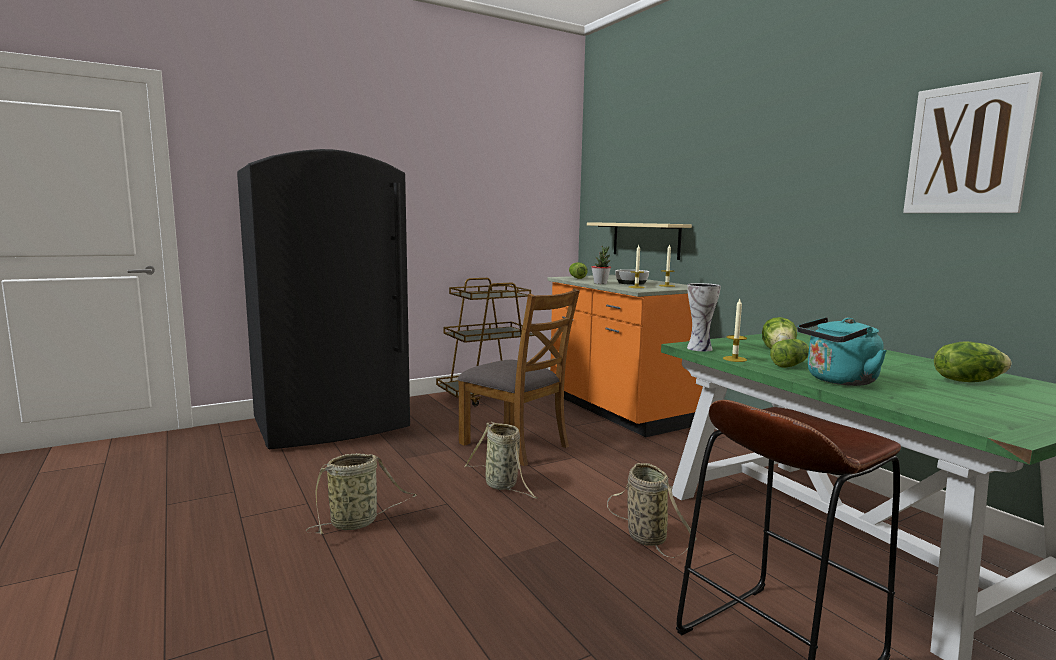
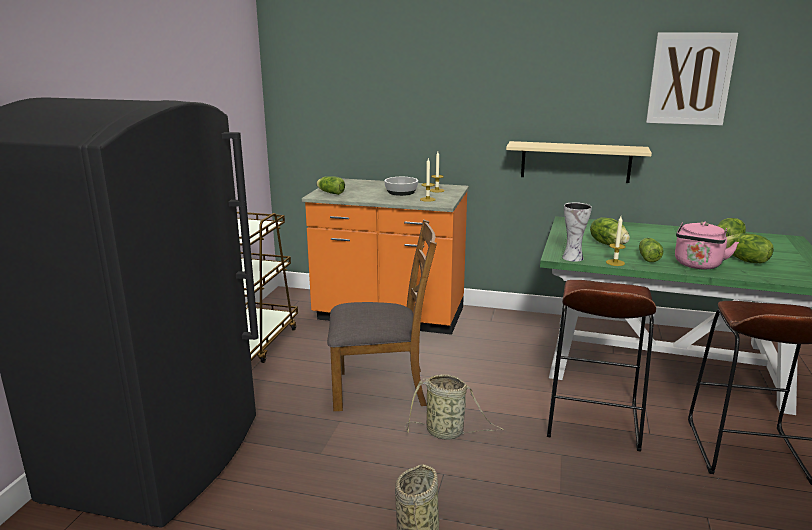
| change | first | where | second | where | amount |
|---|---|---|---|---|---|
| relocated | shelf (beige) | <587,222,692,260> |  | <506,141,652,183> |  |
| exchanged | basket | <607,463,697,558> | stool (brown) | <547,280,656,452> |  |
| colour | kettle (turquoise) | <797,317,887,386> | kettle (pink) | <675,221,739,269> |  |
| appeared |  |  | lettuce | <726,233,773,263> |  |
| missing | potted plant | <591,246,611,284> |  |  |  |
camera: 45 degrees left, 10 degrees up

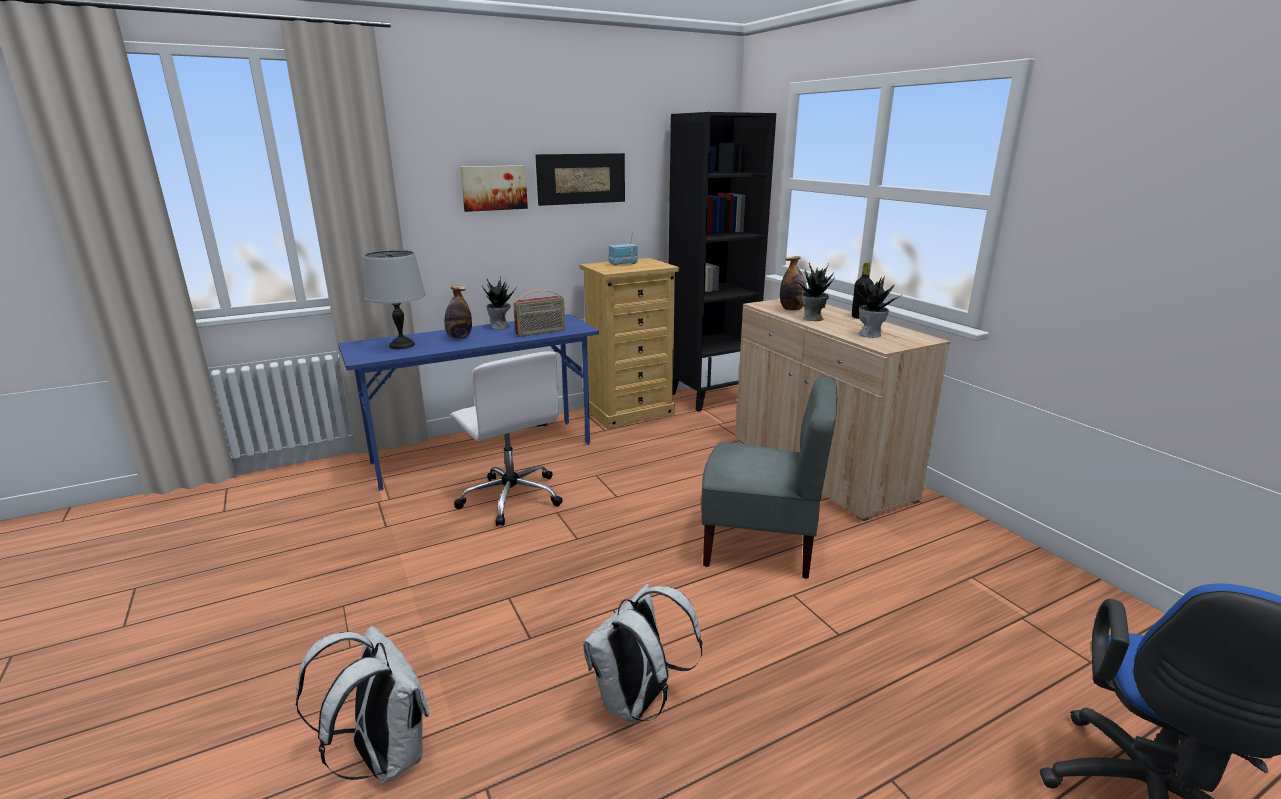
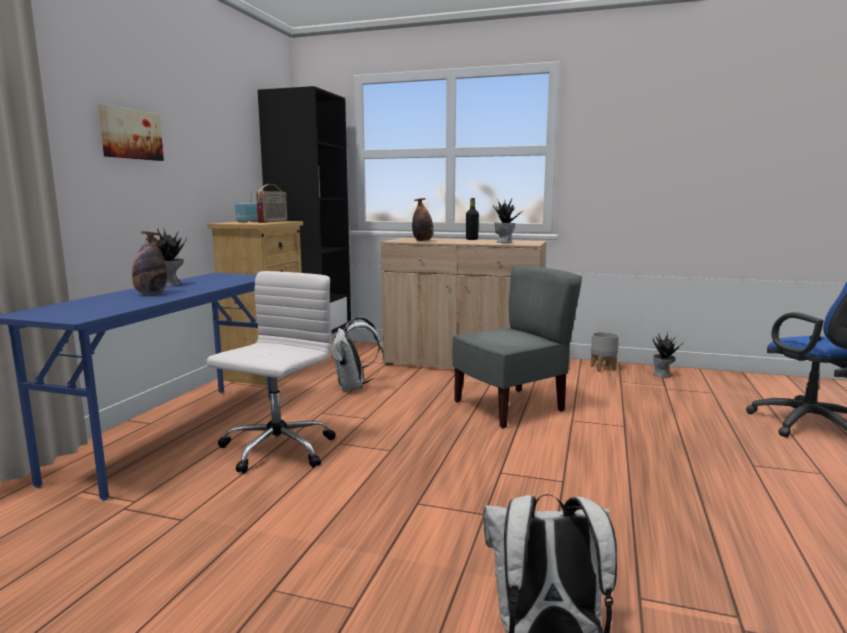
| change | first | where | second | where | amount |
|---|---|---|---|---|---|
| spun | office chair (white) | <451,351,563,526> |  | <206,271,336,473> | 75 degrees counterclockwise |
| relocated | radio | <513,290,565,337> |  | <256,184,287,223> |  |
| relocated | backpack (white) | <583,584,702,722> |  | <331,317,384,391> |  |
| appeared |  |  | planter (grey) | <591,332,619,372> |  |
| relocated | potted plant | <794,263,835,321> |  | <653,332,683,378> |  |
| missing | table lamp (grey) | <364,250,426,349> |  |  |  |
| missing | picture | <535,153,625,206> |  |  |  |
camera: 45 degrees left, 10 degrees down

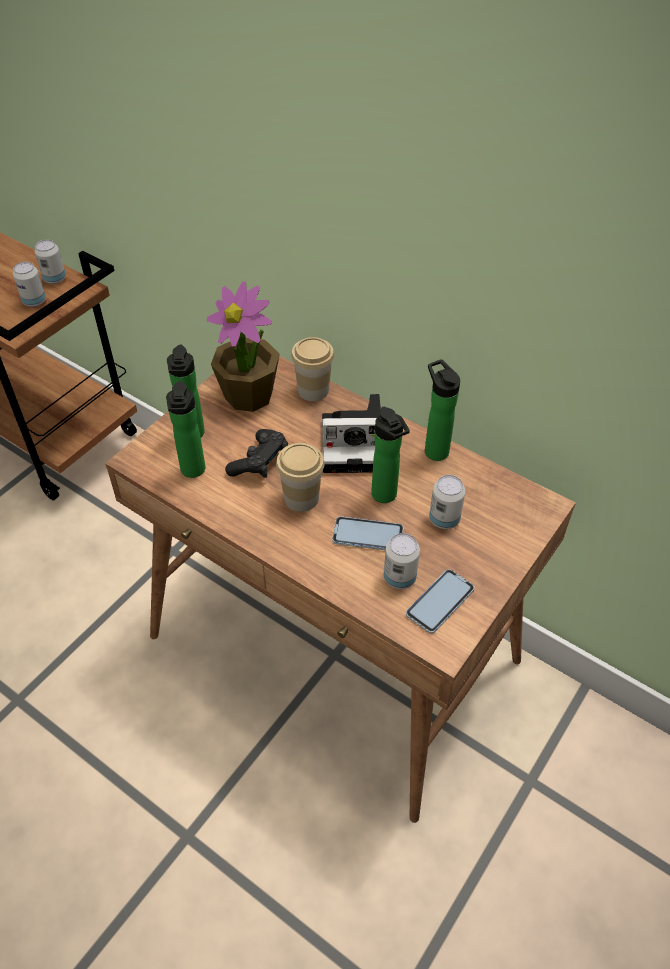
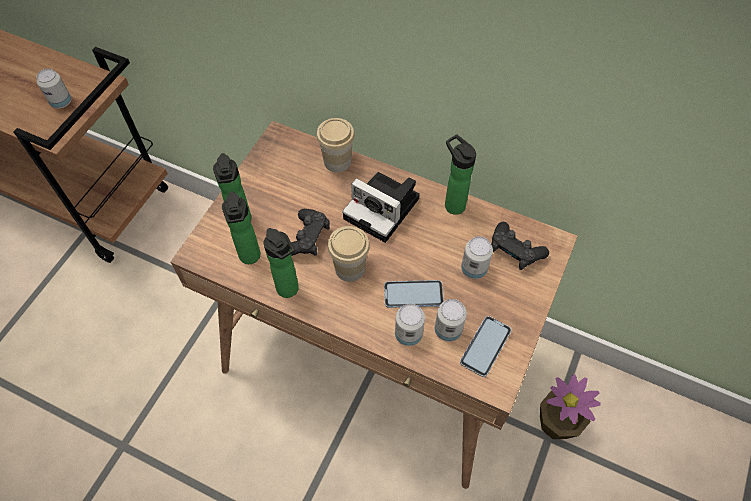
| change | first | where | second | where | amount |
|---|---|---|---|---|---|
| relocated | bottle | <371,407,410,503> |  | <264,228,299,298> |  |
| spun | photo camera | <322,394,381,473> |  | <342,172,420,243> | 45 degrees clockwise |
| relocated | can | <35,240,66,284> |  | <395,303,425,346> |  |
| appeared |  |  | game controller (black) | <491,222,549,270> |  |
| relocated | potted plant | <207,282,280,412> |  | <540,375,601,439> |  |
camera: 10 degrees left, 10 degrees up

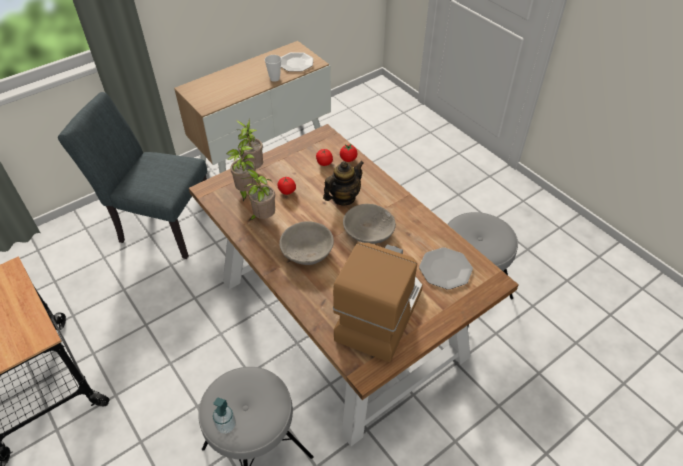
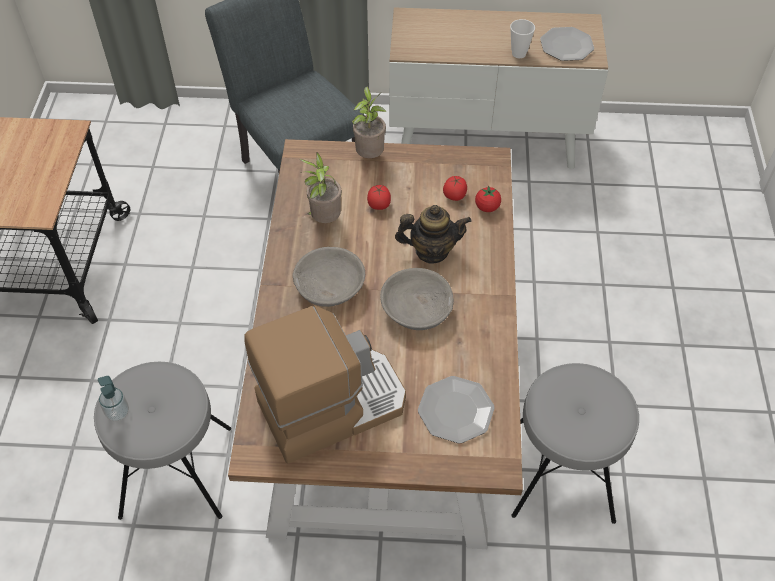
| change | first | where | second | where | amount |
|---|---|---|---|---|---|
| missing | potted plant | <226,146,256,201> |  |  |  |
camera: 40 degrees right, 5 degrees up

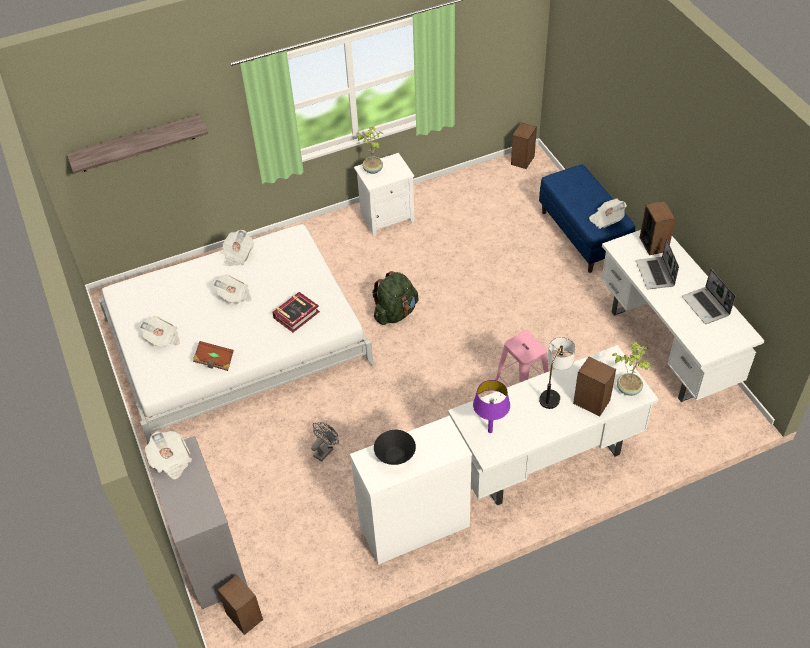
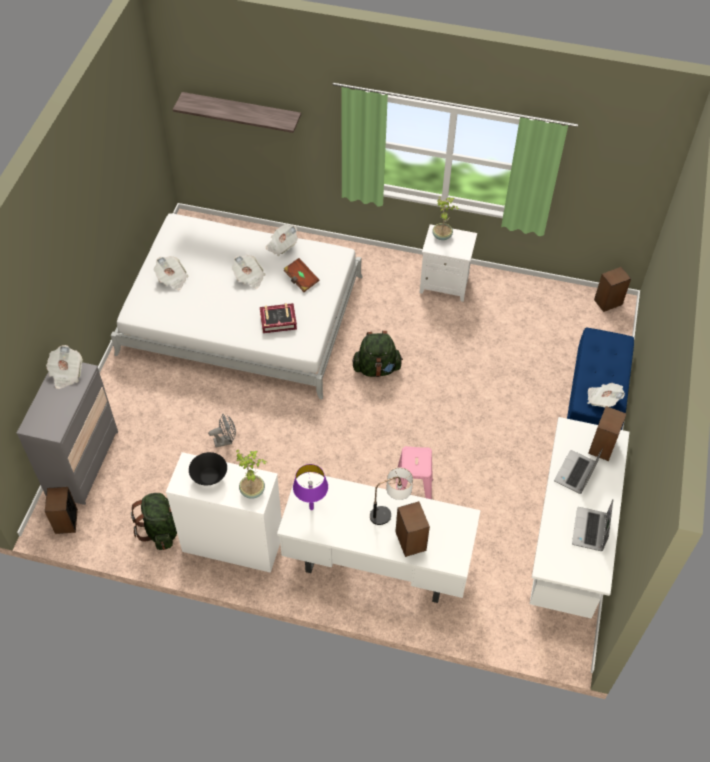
| change | first | where | second | where | amount |
|---|---|---|---|---|---|
| appeared |  |  | backpack (green) | <131,493,177,550> |  |
| relocated | potted plant | <612,342,652,396> |  | <236,450,267,499> |  |
| relocated | book (brown) | <193,341,234,371> |  | <283,258,319,292> |  |
camera: 35 degrees right, 5 degrees up

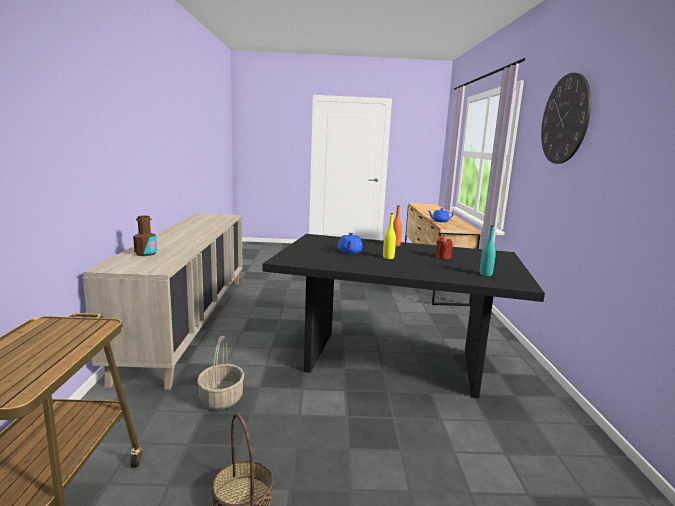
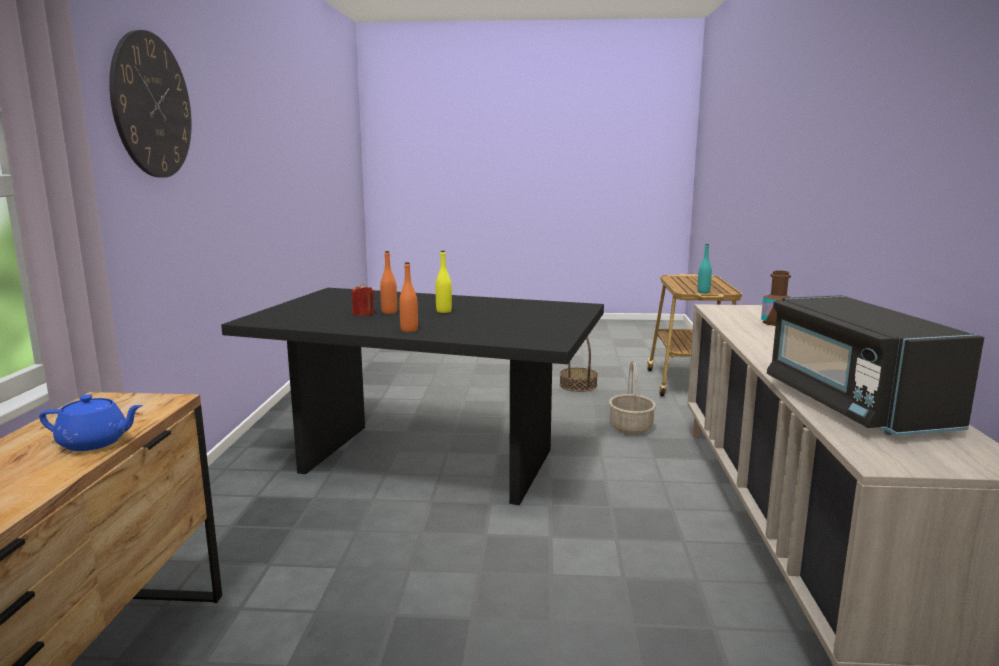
| change | first | where | second | where | amount |
|---|---|---|---|---|---|
| appeared |  |  | bottle (orange) | <380,251,397,314> |  |
| relocated | bottle (turquoise) | <480,225,496,276> |  | <698,244,712,293> |  |
| appeared |  |  | microwave (black) | <767,295,984,436> |  |
| missing | teapot (blue) | <338,233,363,254> |  |  |  |
camera: 175 degrees left, 0 degrees up

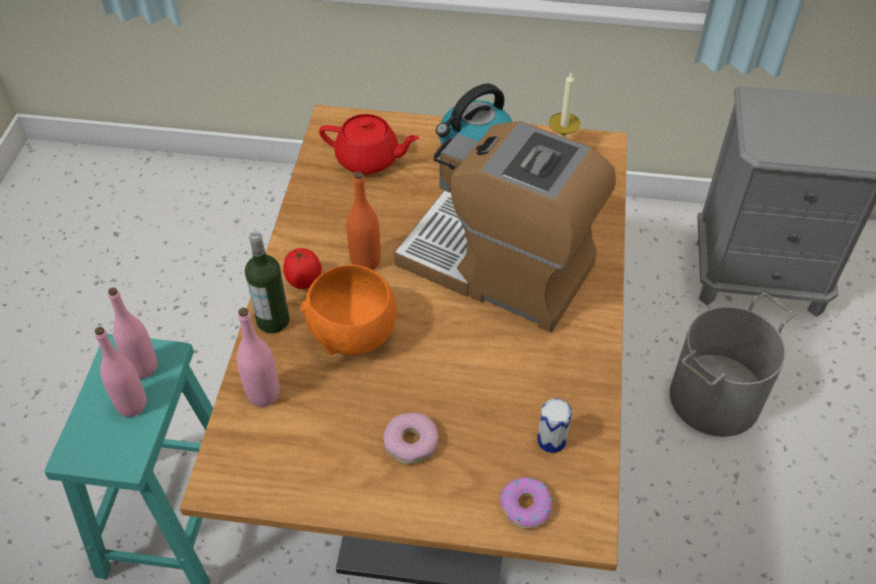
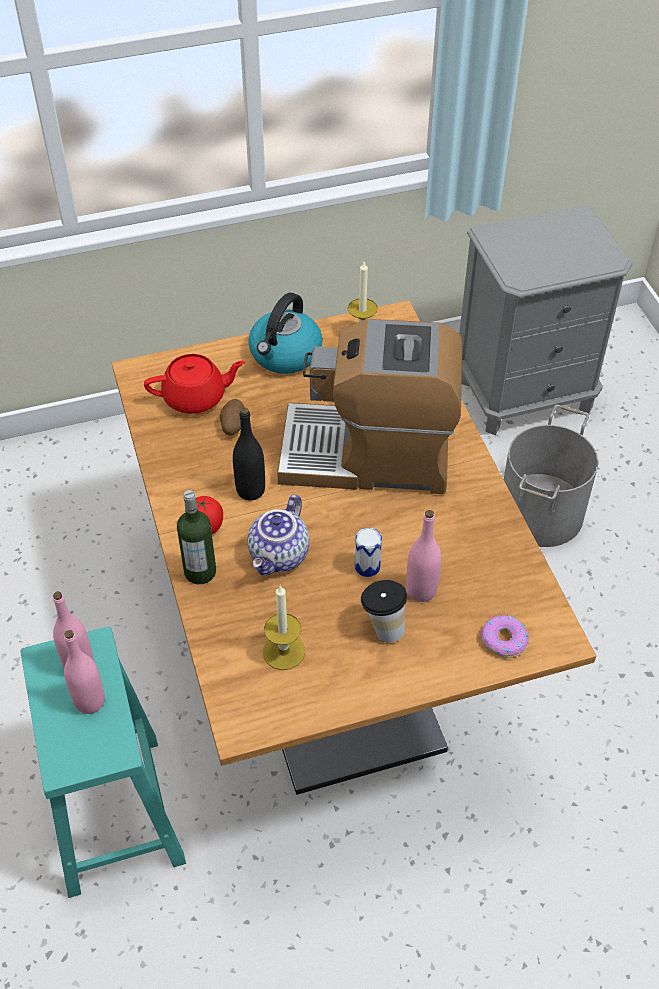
| change | first | where | second | where | amount |
|---|---|---|---|---|---|
| appeared |  |  | potato | <220,399,245,435> |  |
| colour | bottle (orange) | <347,172,381,270> | bottle (black) | <233,408,265,500> |  |
| exchanged | bowl (orange) | <300,265,397,355> | teapot | <248,494,310,575> |  |
| appeared |  |  | candle | <263,585,305,670> |  |
| relocated | can | <537,398,572,453> |  | <355,527,382,577> |  |
| exchanged | donut | <383,412,438,464> | cup | <361,580,407,642> |  |
| relocated | bottle (pink) | <237,308,280,407> |  | <406,510,442,602> |  |
camera: 25 degrees left, 0 degrees up

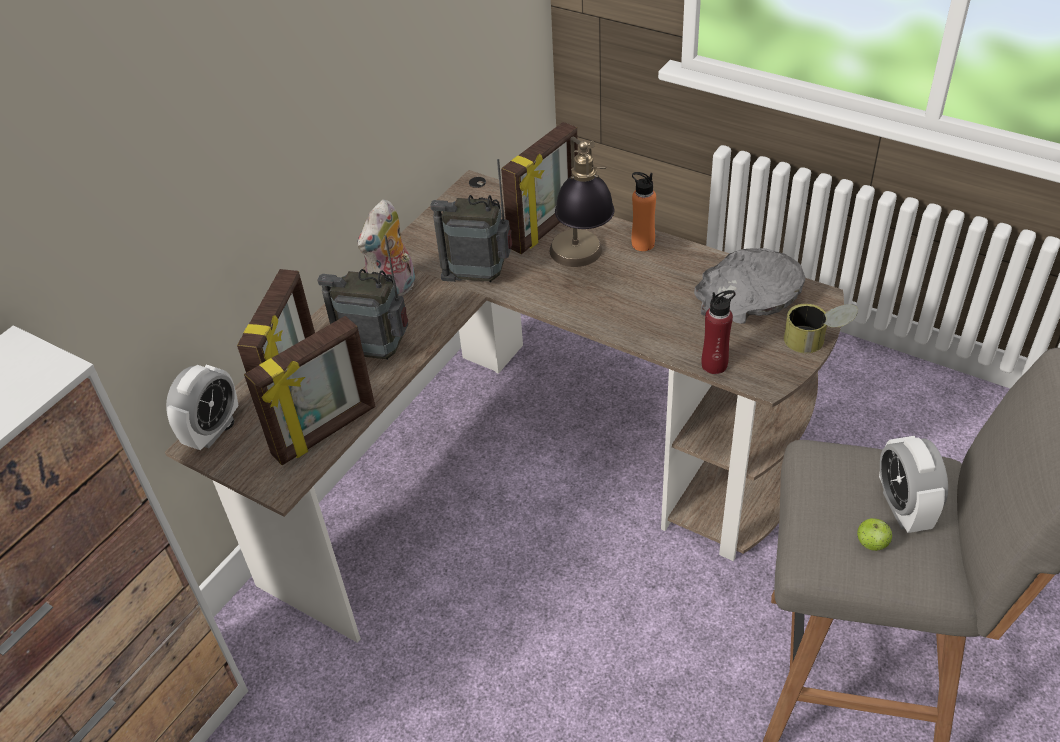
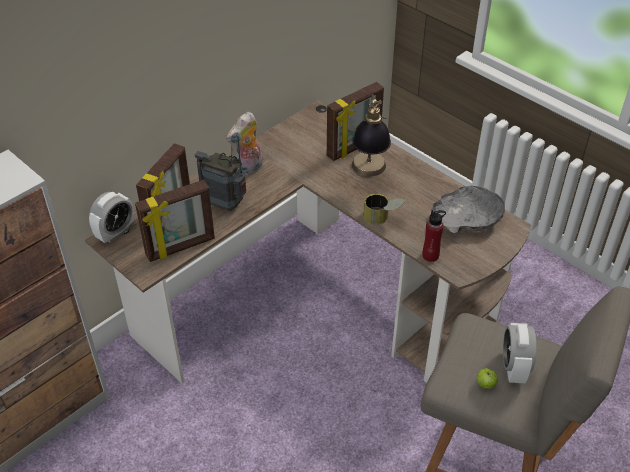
| change | first | where | second | where | amount |
|---|---|---|---|---|---|
| relocated | can | <784,304,858,353> |  | <363,193,405,224> |  |
| missing | radio | <430,159,512,282> |  |  |  |
| missing | bottle (orange) | <632,172,656,251> |  |  |  |
camera: 10 degrees right, 0 degrees up

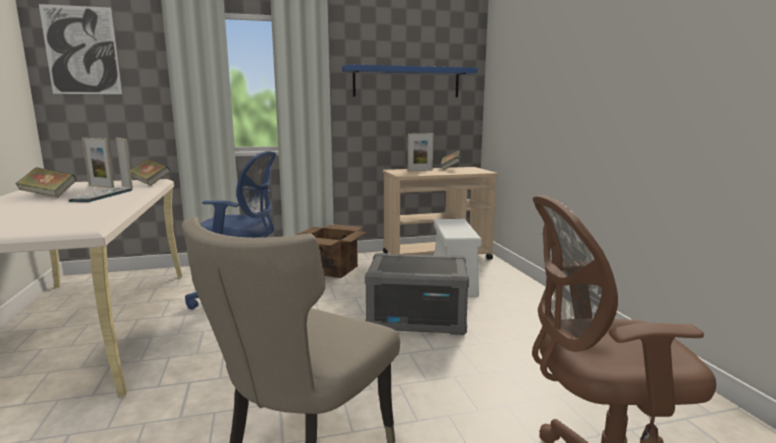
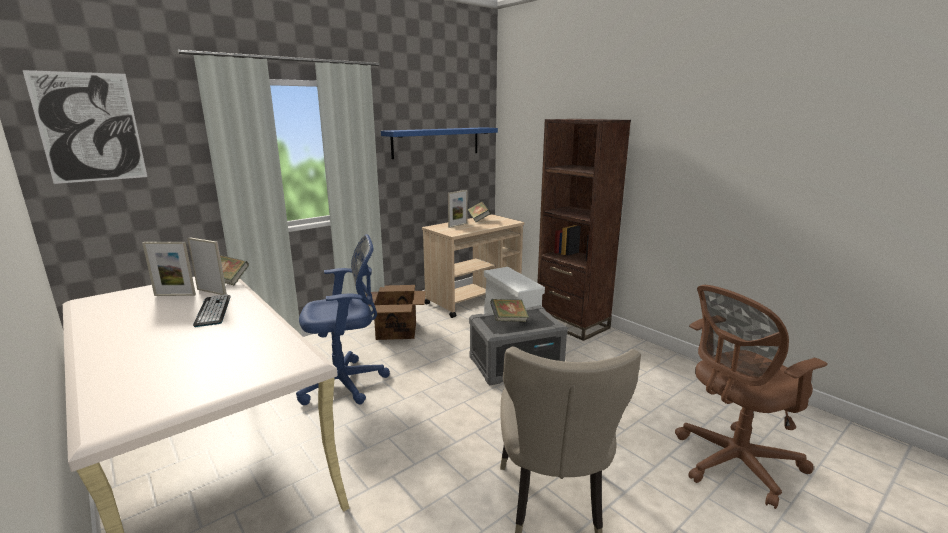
| change | first | where | second | where | amount |
|---|---|---|---|---|---|
| relocated | book | <16,167,77,198> |  | <490,299,529,322> |  |
| appeared |  |  | bookcase (brown) | <537,119,631,341> |  |
camera: 25 degrees left, 5 degrees up

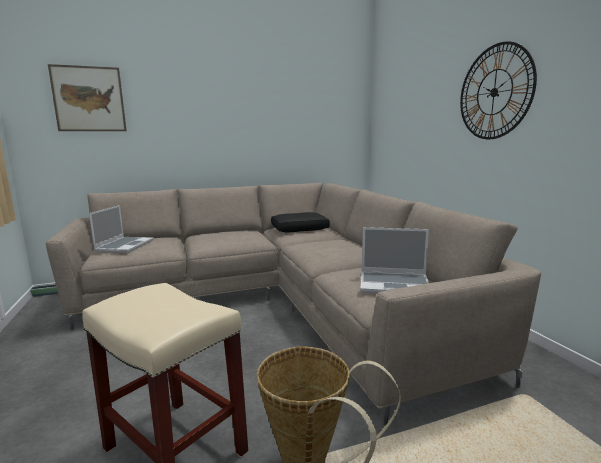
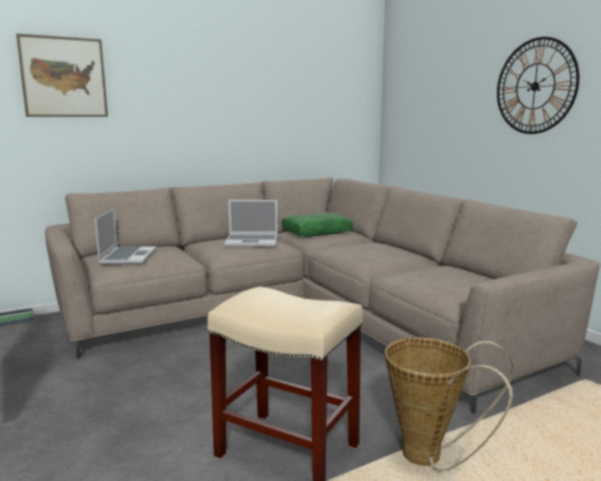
| change | first | where | second | where | amount |
|---|---|---|---|---|---|
| relocated | laptop | <360,227,429,294> |  | <224,200,278,247> |  |
| colour | pillow (black) | <271,212,330,233> | pillow (green) | <282,213,353,237> |  |
camera: 10 degrees left, 0 degrees up

